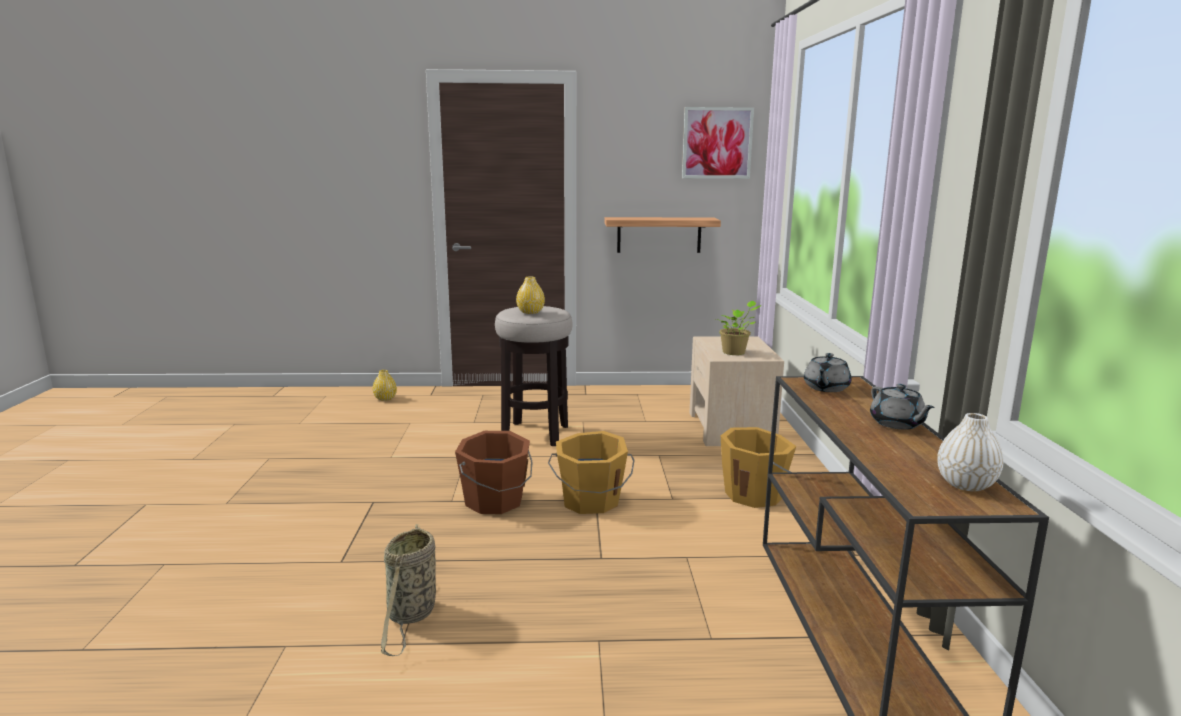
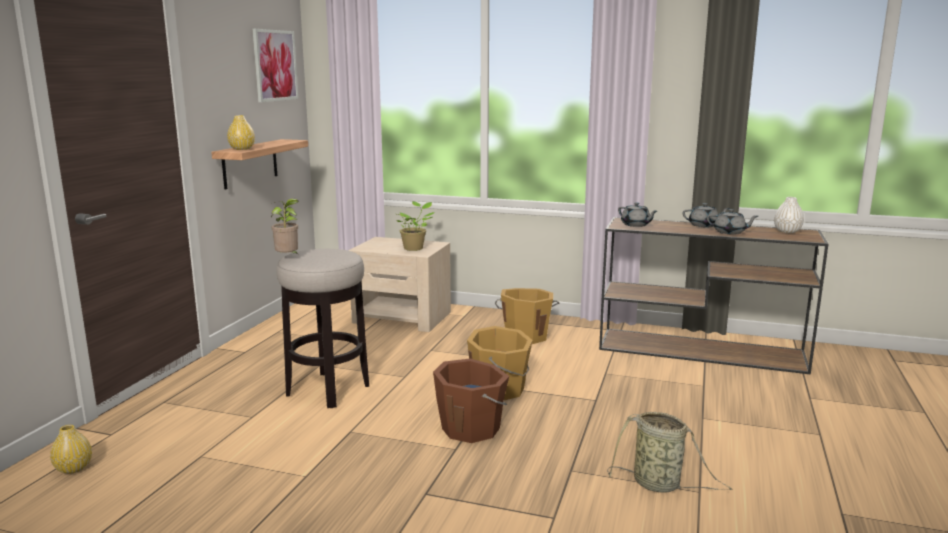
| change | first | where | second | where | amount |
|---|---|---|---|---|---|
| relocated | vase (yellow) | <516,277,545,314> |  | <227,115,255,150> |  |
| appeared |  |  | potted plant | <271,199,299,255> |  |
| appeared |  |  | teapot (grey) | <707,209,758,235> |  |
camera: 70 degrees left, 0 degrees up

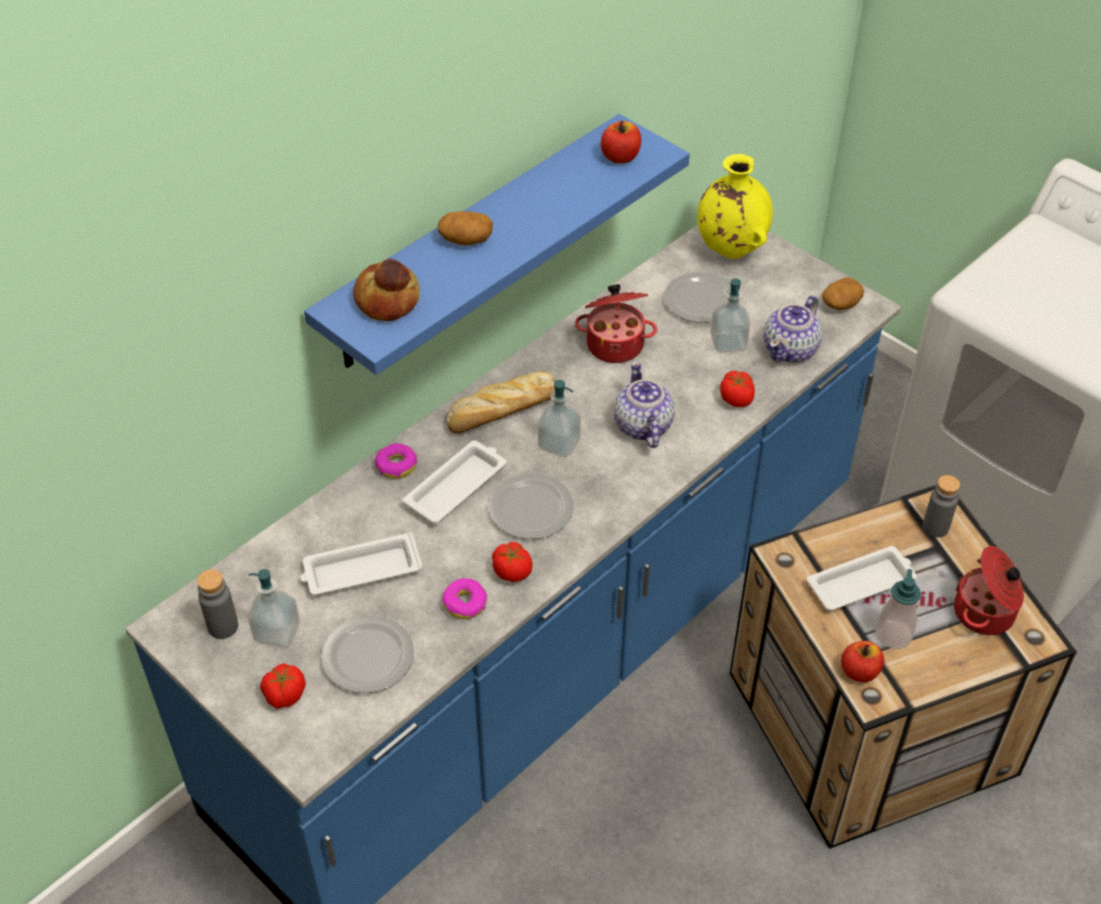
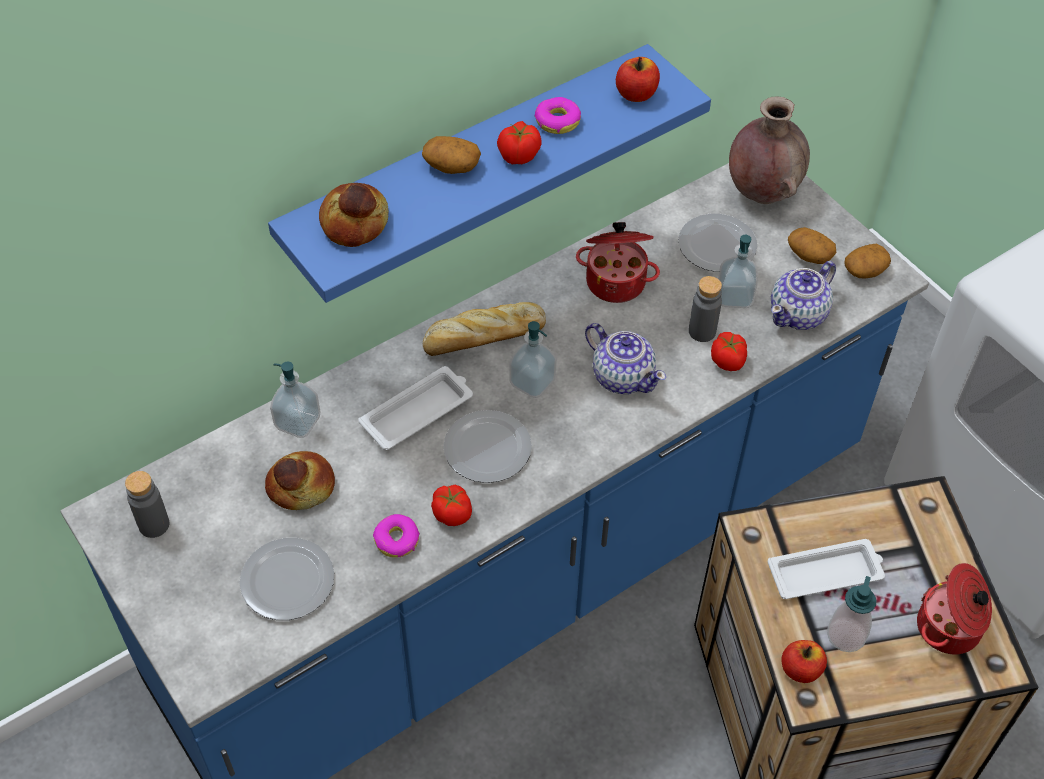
| change | first | where | second | where | amount |
|---|---|---|---|---|---|
| exchanged | tray (white) | <301,532,423,595> | bread | <265,451,335,510> |  |
| relocated | soap dispenser | <248,569,300,648> |  | <270,362,320,438> |  |
| relocated | tomato | <260,663,306,709> |  | <497,121,542,165> |  |
| relocated | donut | <375,444,417,479> |  | <534,97,581,134> |  |
| spun | teapot | <614,361,674,448> |  | <585,323,666,394> | 135 degrees clockwise |
| relocated | bottle (grey) | <923,475,960,537> |  | <689,276,722,342> |  |
| colour | vase (yellow) | <697,154,773,259> | vase (brown) | <729,97,810,204> |  |
| appeared |  |  | potato | <788,227,837,264> |  |
camera: 10 degrees right, 5 degrees up

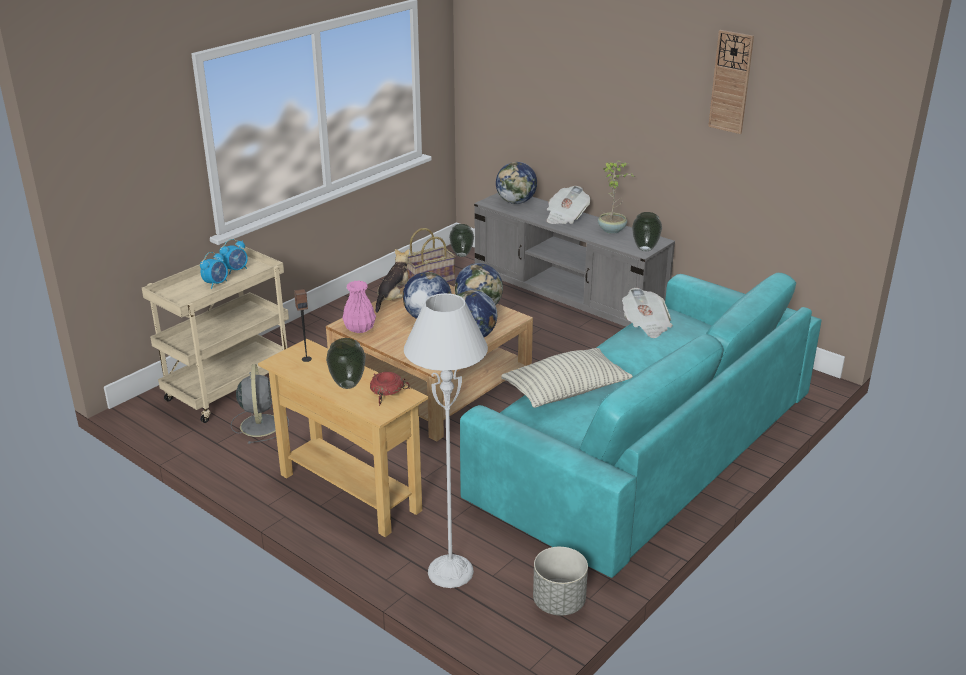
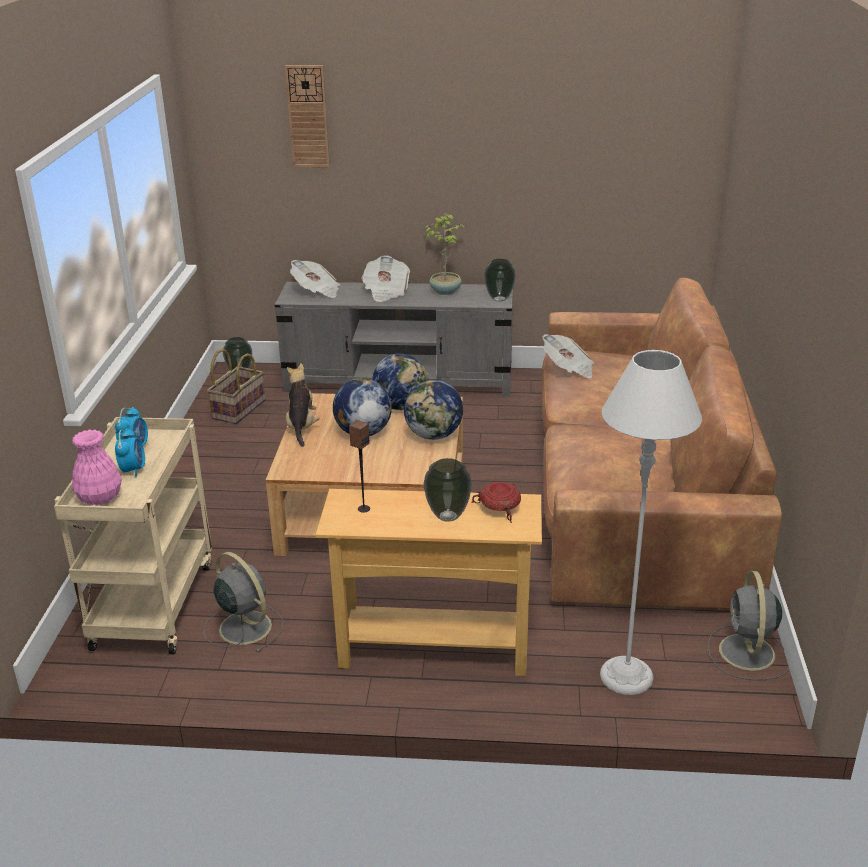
| change | first | where | second | where | amount |
|---|---|---|---|---|---|
| relocated | vase (pink) | <342,280,376,333> |  | <72,430,122,505> |  |
| relocated | wall clock | <708,30,754,134> |  | <285,65,330,167> |  |
| exchanged | globe | <496,162,537,204> | newspaper | <290,260,340,298> |  |
| colour | sofa (turquoise) | <460,273,822,578> | sofa (brown) | <542,278,782,609> |  |
| exchanged | planter (grey) | <533,547,588,616> | fan (grey) | <707,571,789,680> |  |
| missing | pillow | <501,348,633,408> |  |  |  |
camera: 35 degrees left, 0 degrees up

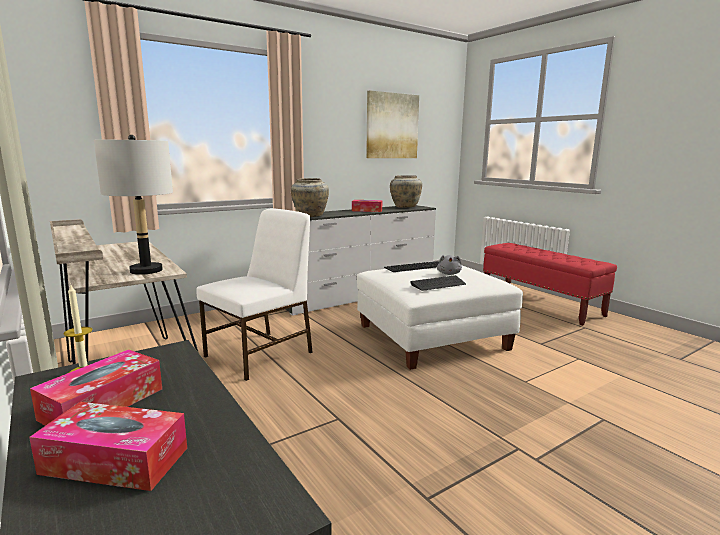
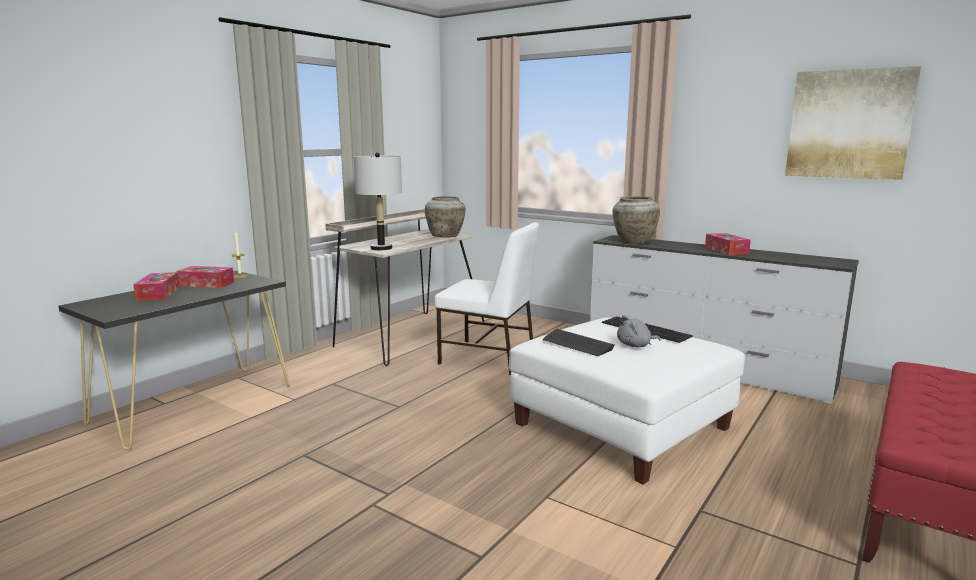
| change | first | where | second | where | amount |
|---|---|---|---|---|---|
| relocated | vase (beige) | <390,175,422,208> |  | <425,196,466,237> |  |
camera: 70 degrees right, 0 degrees up

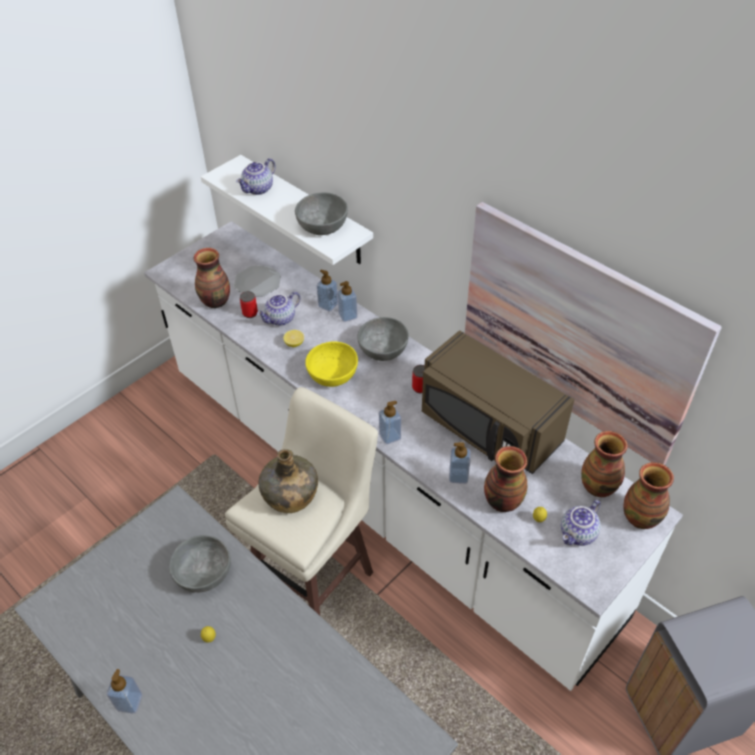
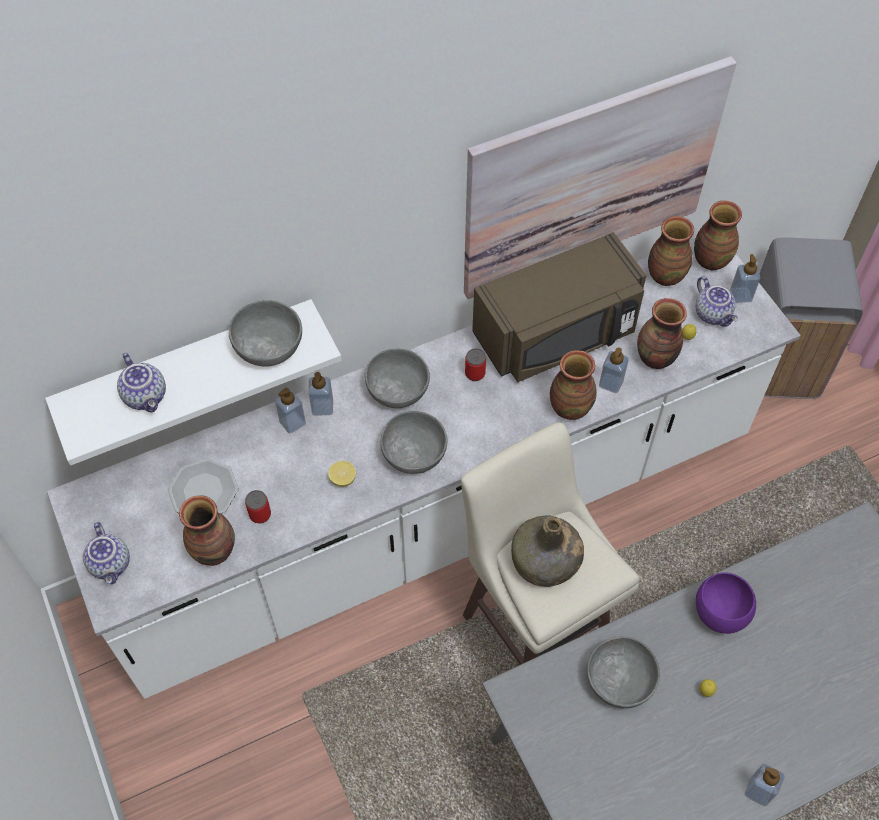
| change | first | where | second | where | amount |
|---|---|---|---|---|---|
| relocated | teapot | <257,292,300,326> |  | <83,522,130,584> |  |
| colour | bowl (yellow) | <305,341,358,387> | bowl (grey) | <380,411,448,474> |  |
| appeared |  |  | vase | <550,350,597,420> |  |
| appeared |  |  | bowl (purple) | <696,572,756,634> |  |
| relocated | soap dispenser | <379,401,401,444> |  | <730,254,760,303> |  |
camera: 70 degrees left, 10 degrees up

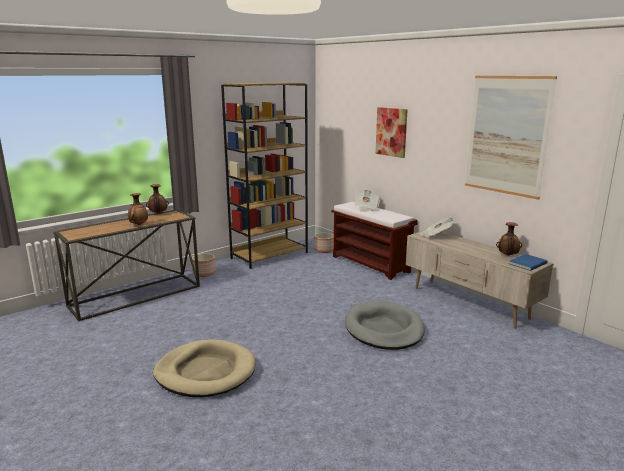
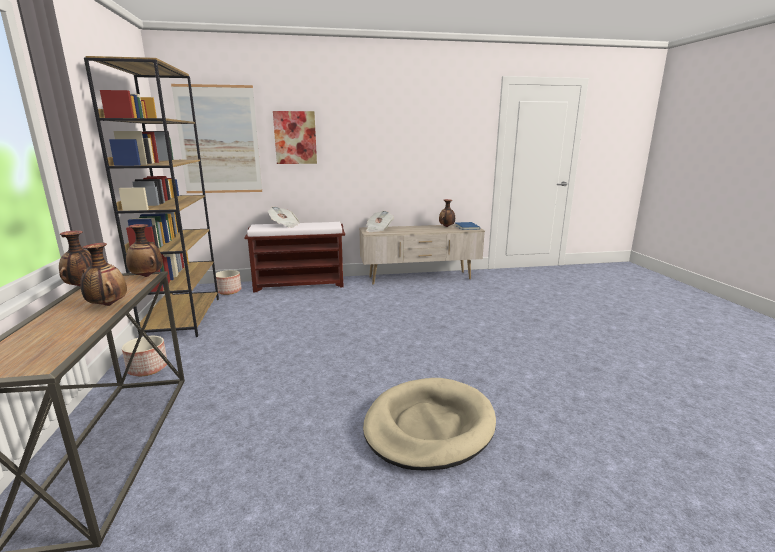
| change | first | where | second | where | amount |
|---|---|---|---|---|---|
| appeared |  |  | vase | <126,224,163,277> |  |
| relocated | picture | <465,76,557,200> |  | <171,84,262,193> |  |
| missing | dog bed (grey) | <345,300,425,350> |  |  |  |
camera: 60 degrees left, 0 degrees up

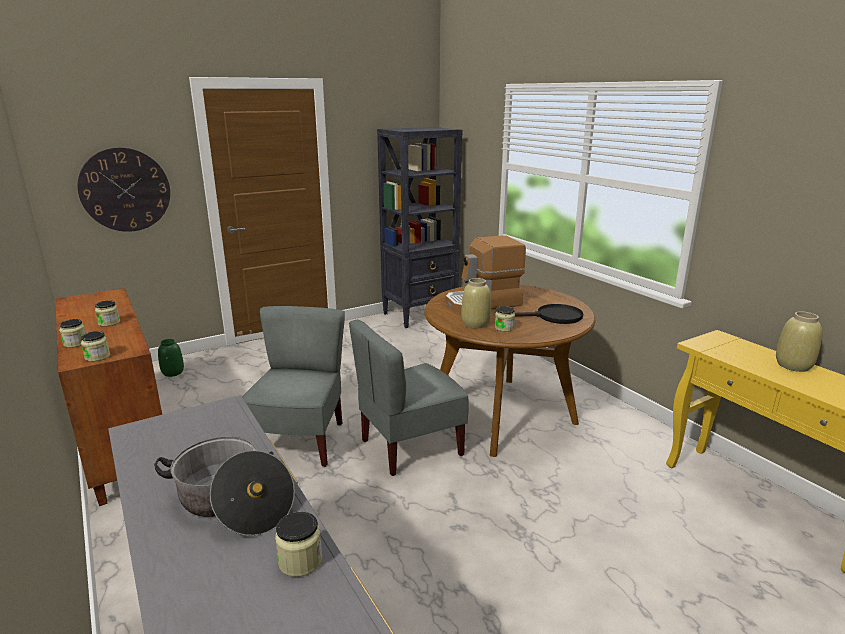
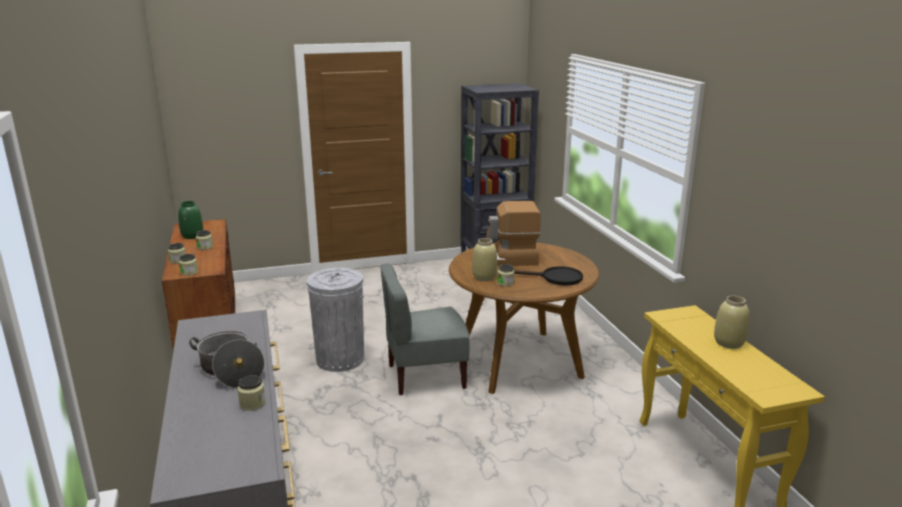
| change | first | where | second | where | amount |
|---|---|---|---|---|---|
| relocated | vase (green) | <158,339,184,377> |  | <178,201,203,239> |  |
| exchanged | chair (grey) | <242,306,345,467> | trash can (grey) | <307,268,364,372> |  |
| missing | wall clock | <78,148,170,232> |  |  |  |
camera: 15 degrees right, 0 degrees up

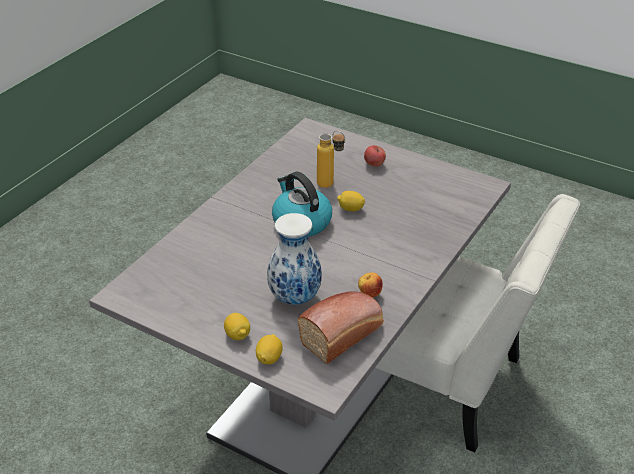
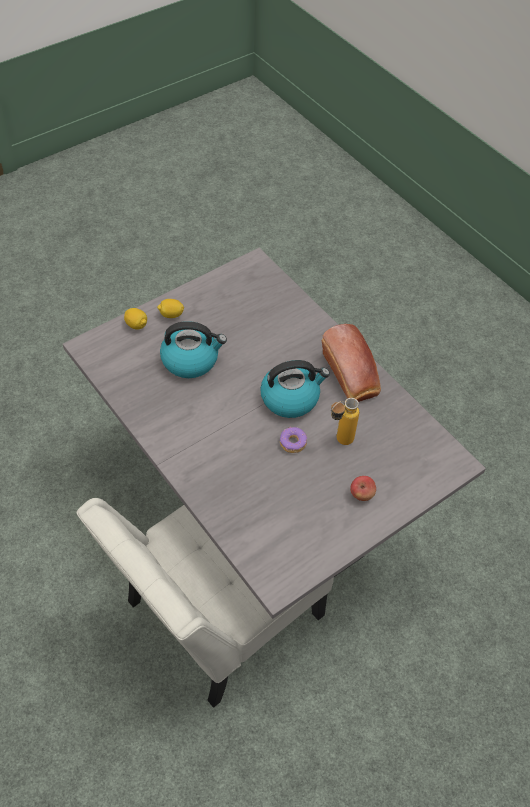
| change | first | where | second | where | amount |
|---|---|---|---|---|---|
| exchanged | vase | <267,213,322,305> | kettle | <160,321,227,378> |  |
| exchanged | lemon | <337,191,365,211> | donut | <280,427,307,453> |  |
| relocated | bread | <298,291,384,364> |  | <322,324,381,402> |  |
| missing | apple | <358,272,383,298> |  |  |  |
camera: 110 degrees right, 15 degrees up

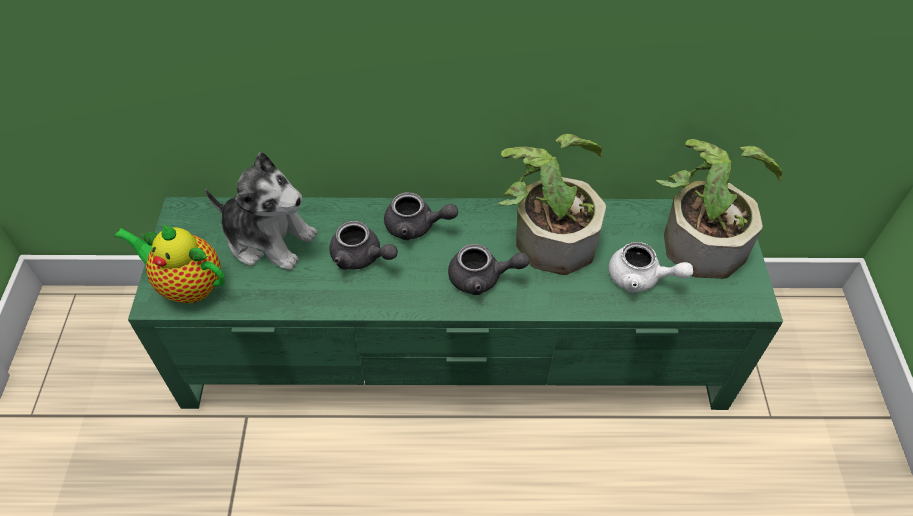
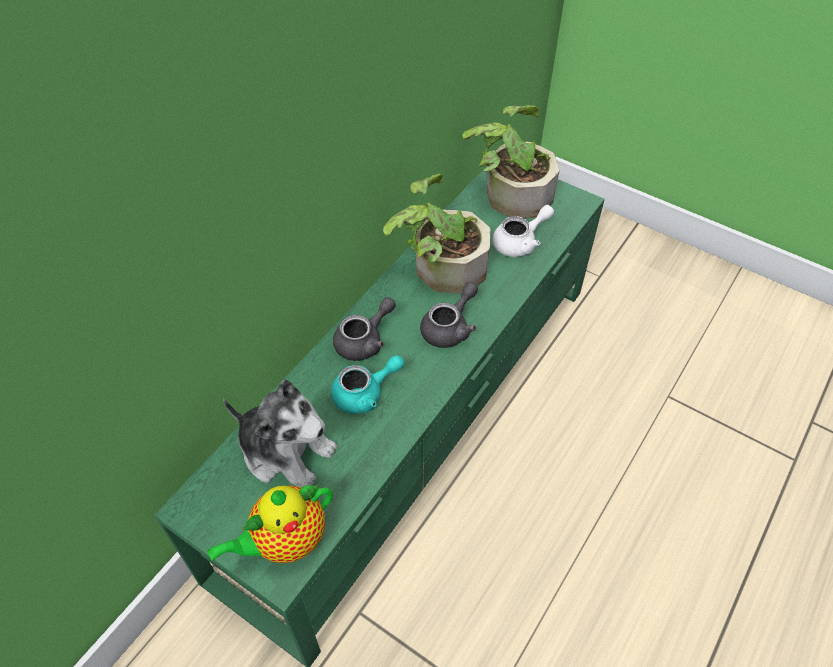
| change | first | where | second | where | amount |
|---|---|---|---|---|---|
| spun | plush toy | <205,152,318,271> |  | <223,380,337,488> | 60 degrees clockwise |
| colour | teapot (grey) | <329,221,398,270> | teapot (turquoise) | <331,355,404,414> |  |
camera: 55 degrees left, 0 degrees up

